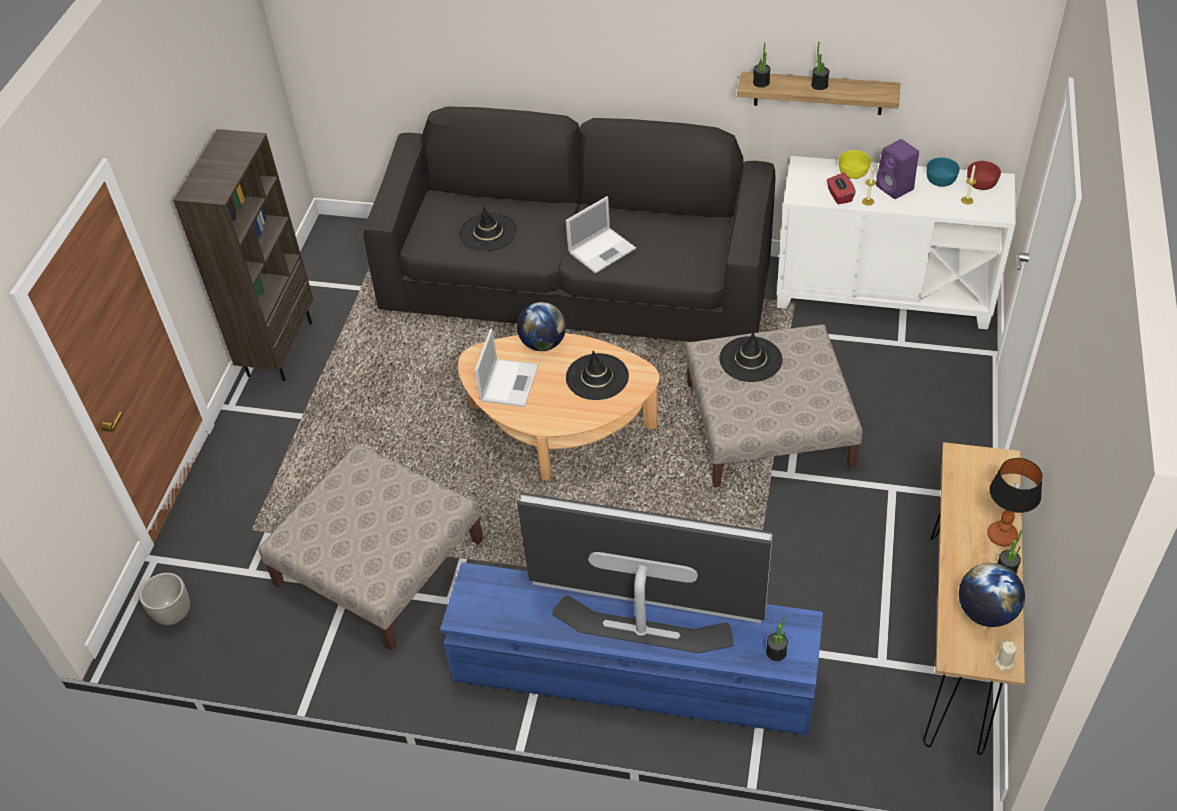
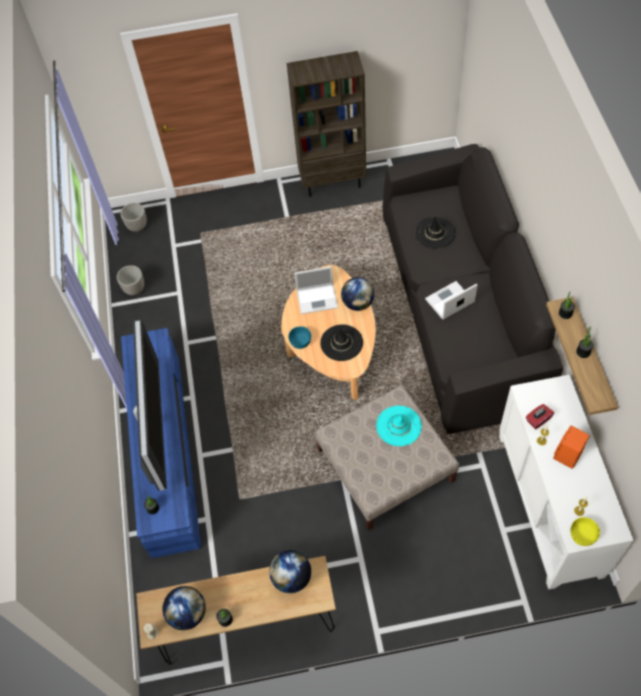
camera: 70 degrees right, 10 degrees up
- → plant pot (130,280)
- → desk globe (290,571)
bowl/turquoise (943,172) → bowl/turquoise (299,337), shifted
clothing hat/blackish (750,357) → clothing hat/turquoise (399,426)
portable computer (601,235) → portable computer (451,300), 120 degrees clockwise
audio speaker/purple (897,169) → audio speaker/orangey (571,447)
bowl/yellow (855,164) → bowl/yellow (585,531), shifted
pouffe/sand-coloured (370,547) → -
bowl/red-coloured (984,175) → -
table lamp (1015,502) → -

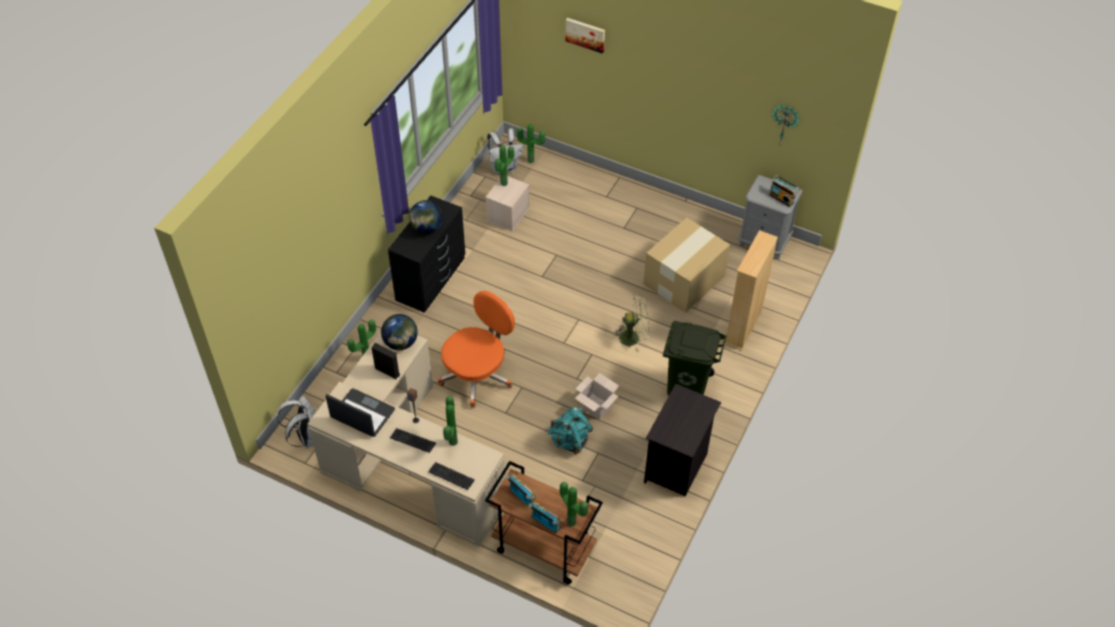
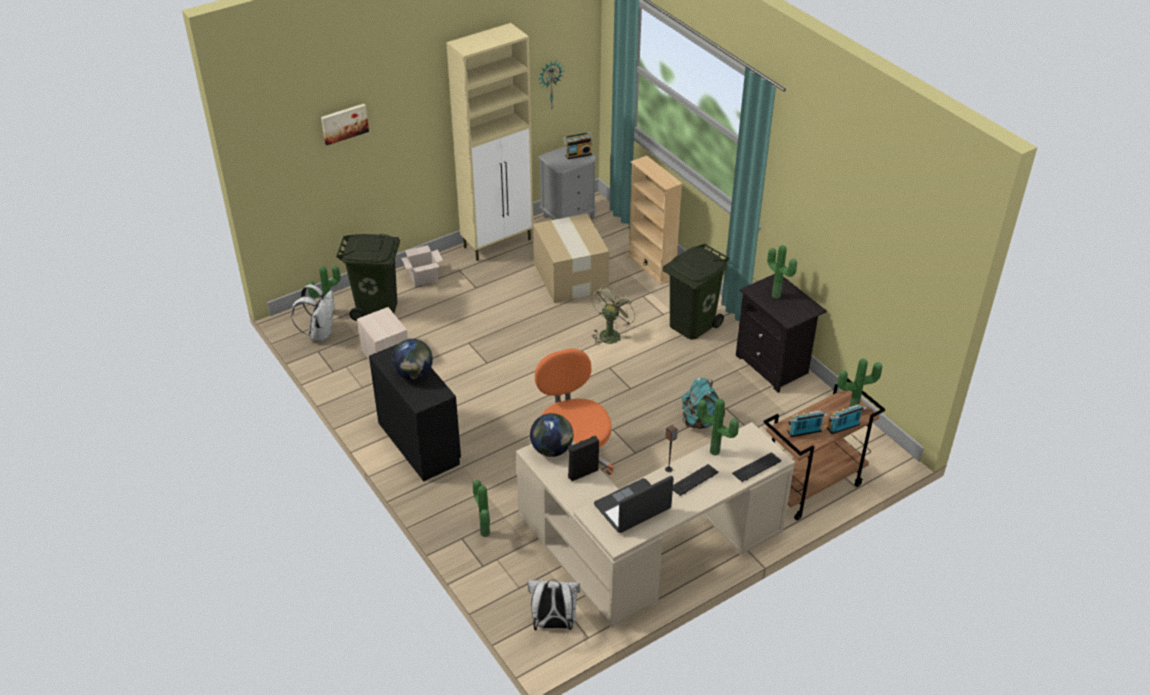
camera: 60 degrees left, 10 degrees down
- → rubbish bin/greenish (368,277)
packing box (597,396) → packing box (422,266), shifted
- → cupboard/sand-coloured (489,142)
plant in a pot (504,166) → plant in a pot (782,272), shifted

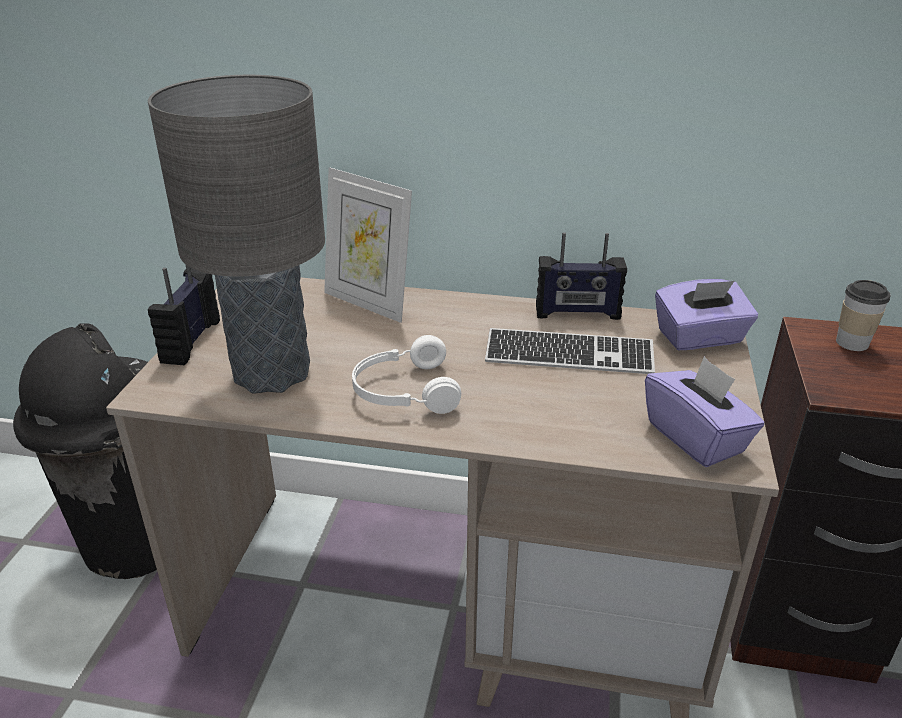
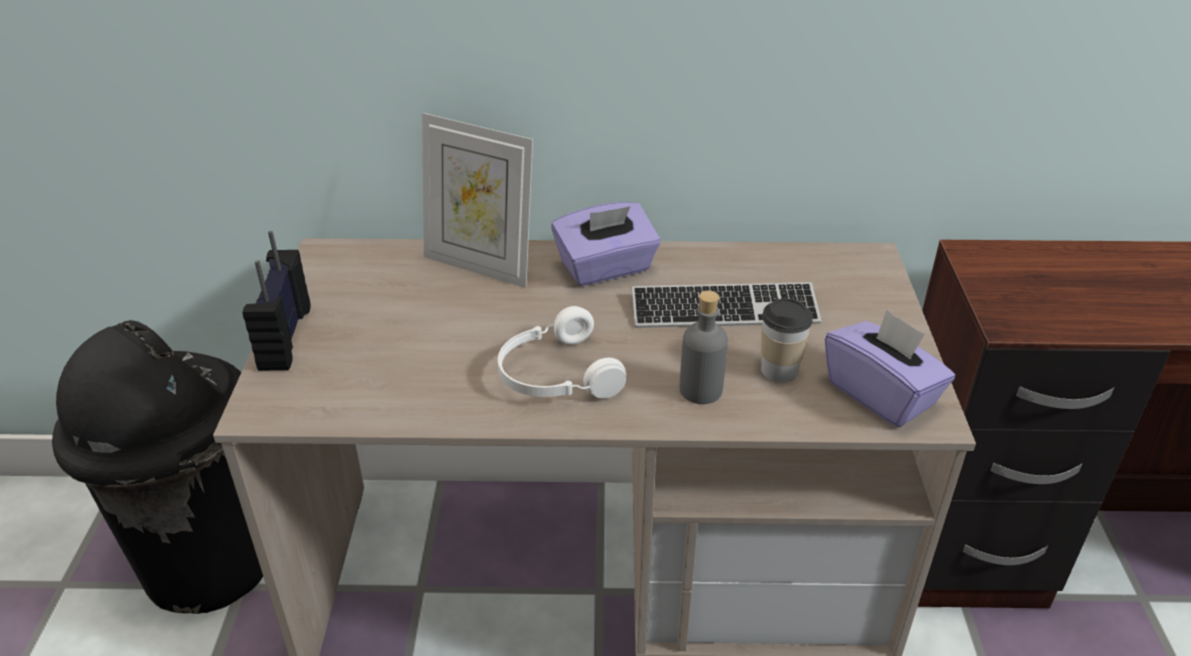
camera: 10 degrees left, 5 degrees up
tissue holder/purple (706,314) → tissue holder/purple (606,244), shifted
- → bottle/greyish (704,347)
small cup (863,315) → small cup (787,340), shifted
table lamp/greyish (236,234) → -
radio receiver (581,276) → -

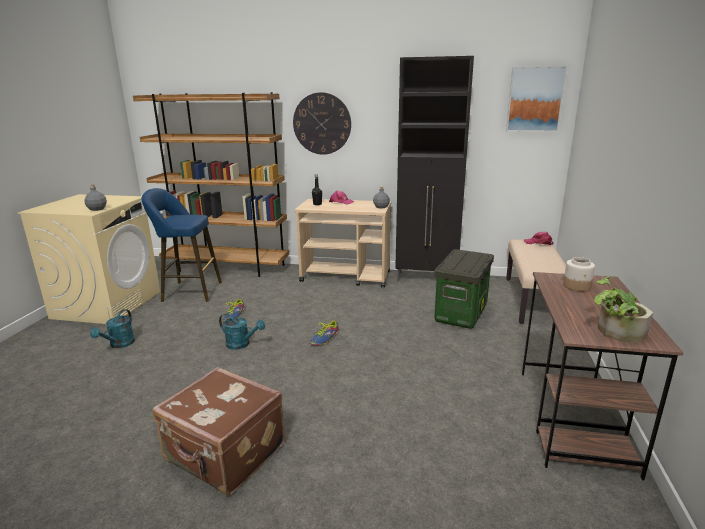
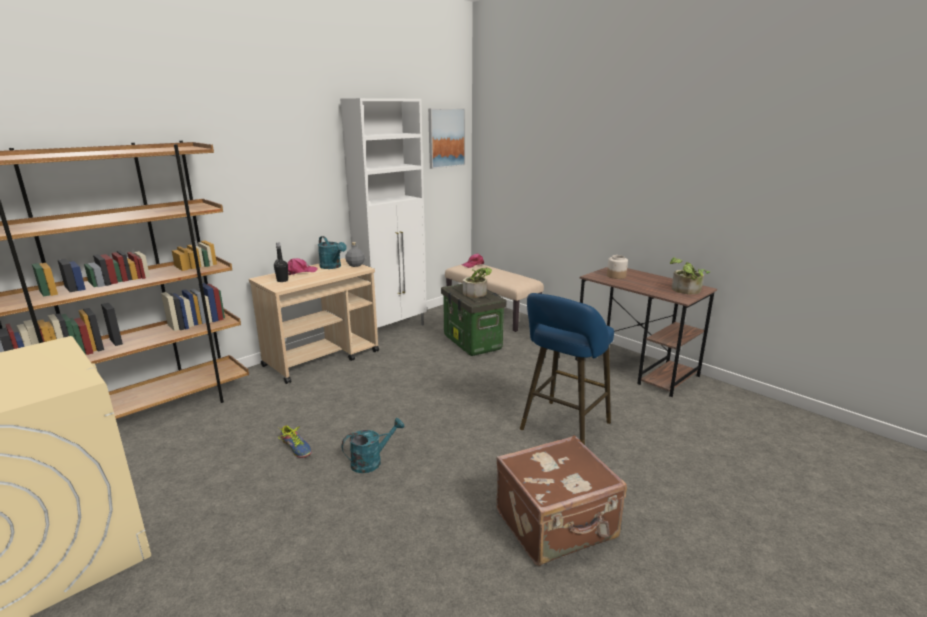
camera: 55 degrees left, 0 degrees up
watering can/turquoise (112,328) → watering can/turquoise (332,252), shifted
cupboard/blackish (434,168) → cupboard/white-coloured (383,213)
- → plant in a pot (477,282)
sitting stool/blue (182,245) → sitting stool/blue (567,369), shifted
bottle/greyish (95,198) → -
wall clock (322,123) → -
shoe (324,332) → -

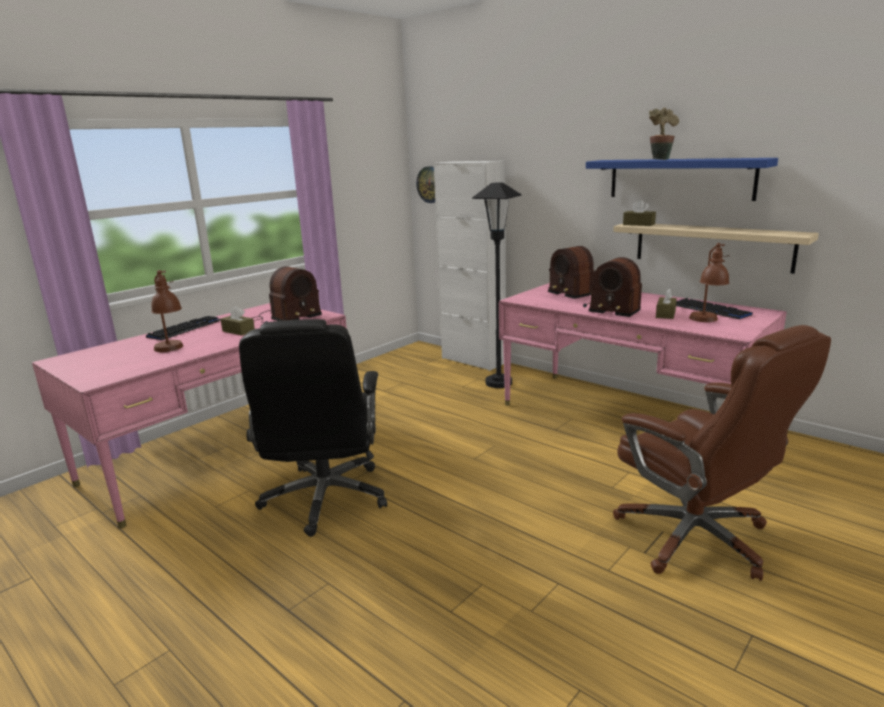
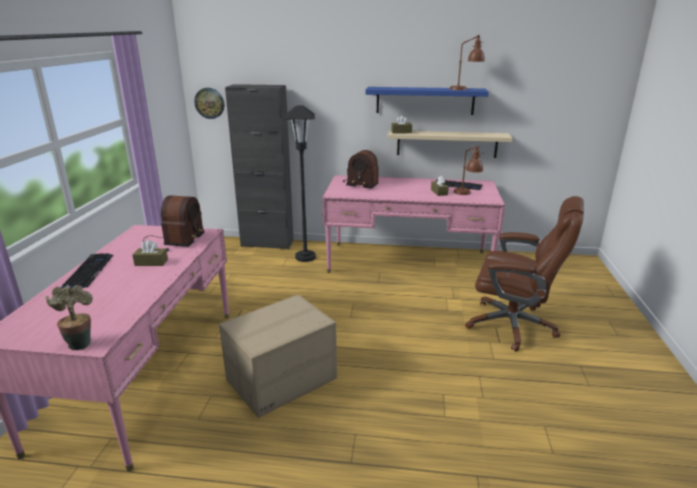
camera: 35 degrees left, 5 degrees up
plant in a pot (664,133) → plant in a pot (69,317), shifted
desk chair/blackish (313,428) → packing box (278,356)
cupboard/white-coloured (470,266) → cupboard/blackish (259,166)
table lamp/brown-coloured (167,311) → table lamp/brown-coloured (467,62), shifted
radio receiver (612,287) → -

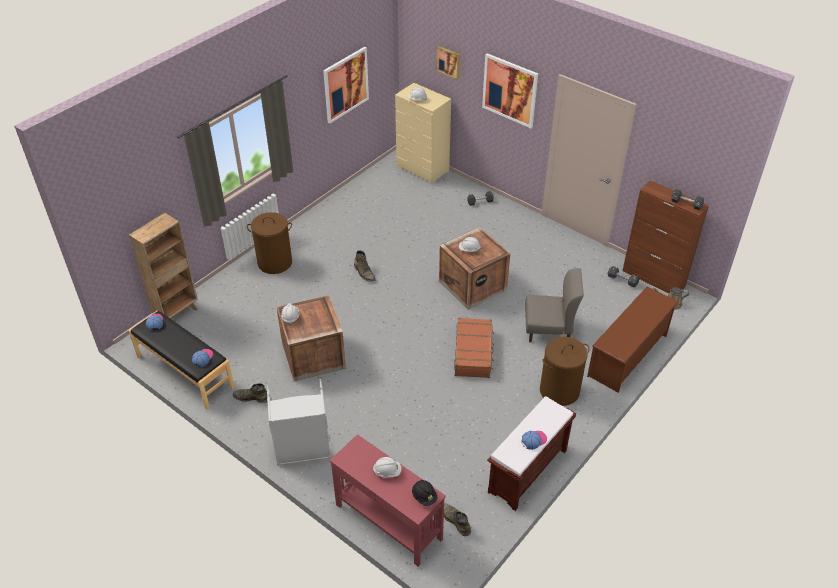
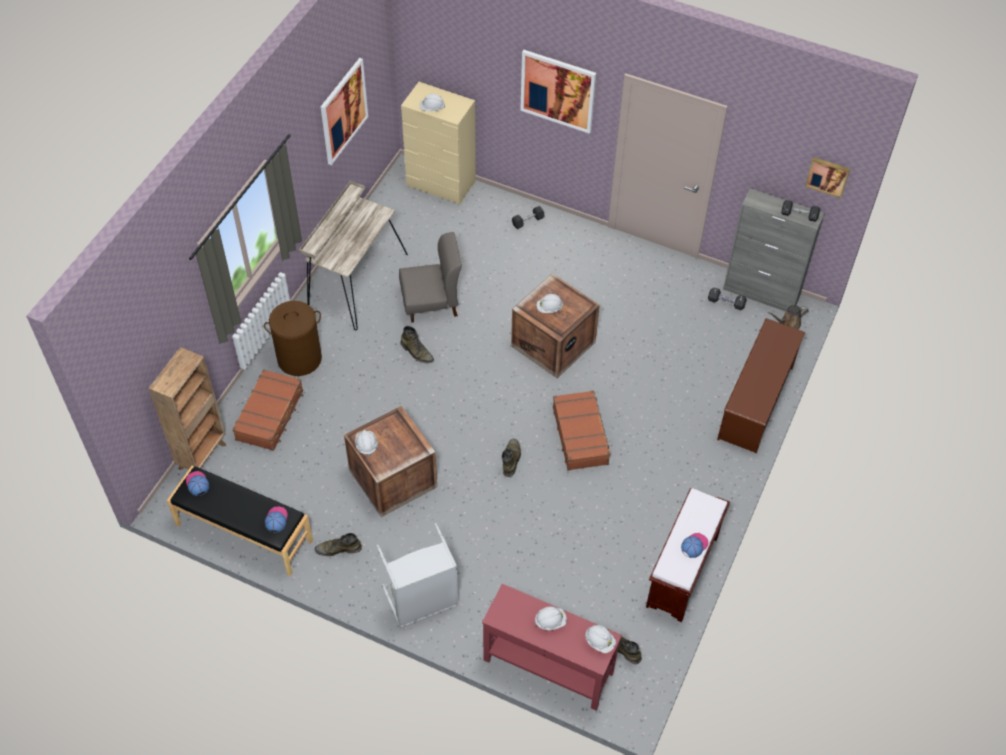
camera: 15 degrees left, 10 degrees up
- → piece of luggage/brown-coloured (267,410)
- → desk/sand-coloured (353,255)
chair/greyish (554,305) → chair/greyish (430,277), shifted
- → boot/greenish (511,458)
hard hat/blackish (425,493) → hard hat/white-coloured (600,639)
cupboard/brown-coloured (666,237) → cupboard/greyish (774,250)
picture (448,63) → picture (827,177), shifted
washing basket/brown-coloured (564,371) → -

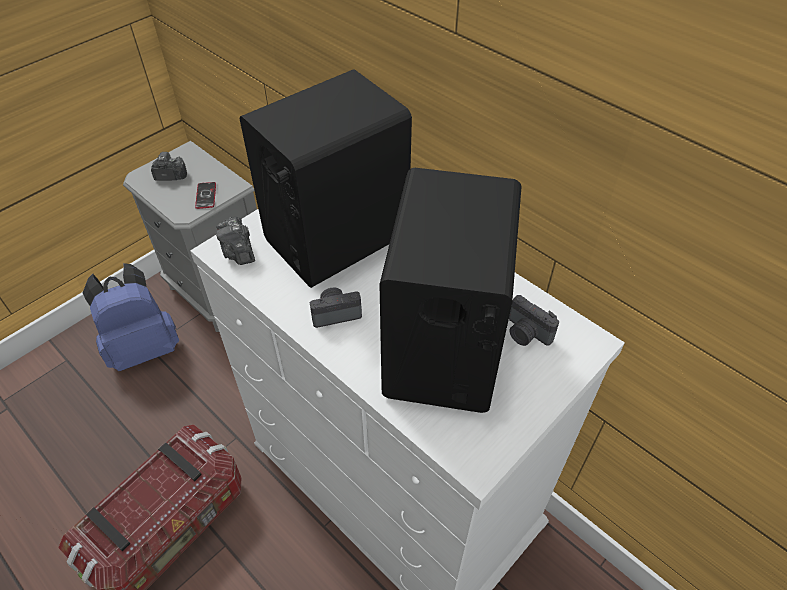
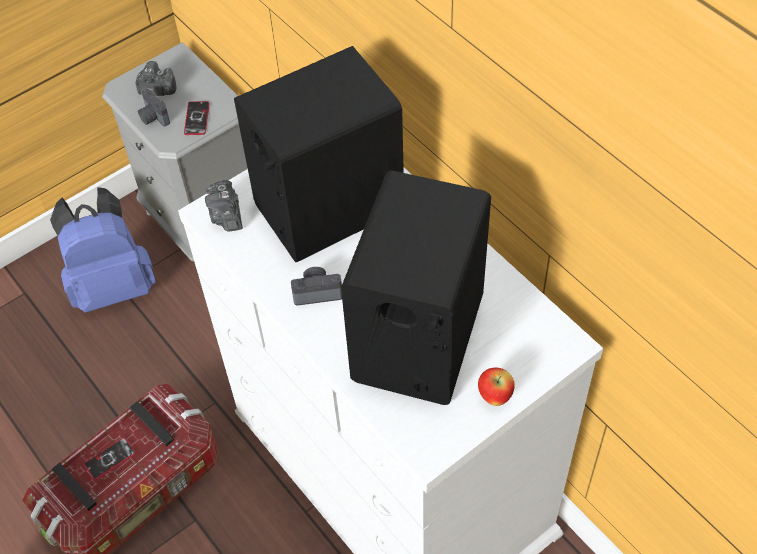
camera: 10 degrees right, 5 degrees up
- → handset (110,459)
still camera (534,320) → still camera (154,107), shifted
- → whole apple (496,387)

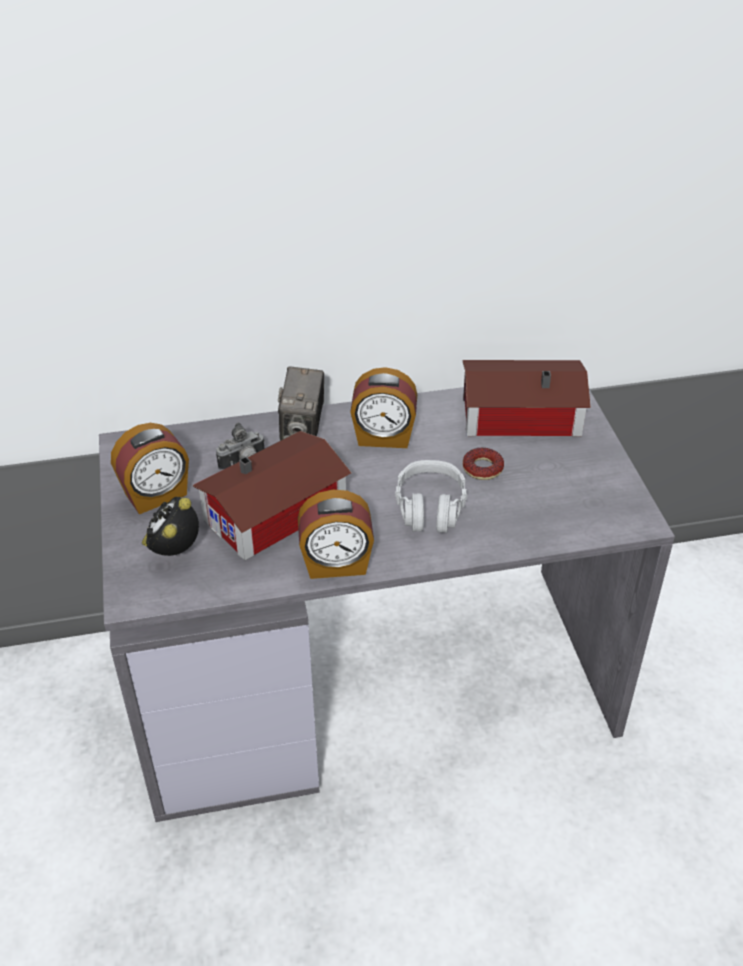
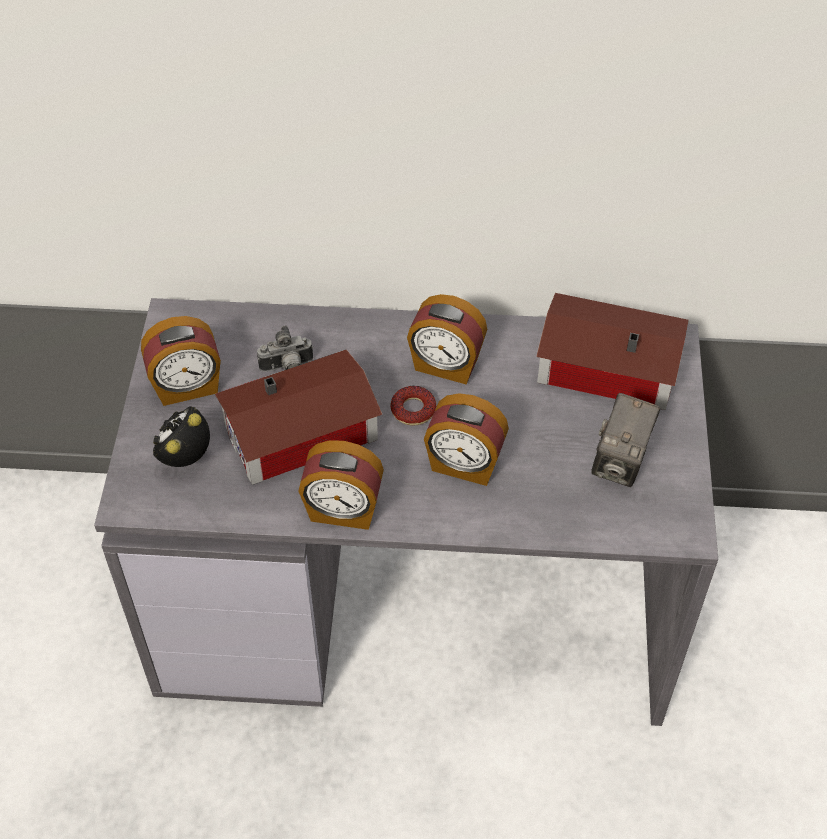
camera: 15 degrees right, 10 degrees up
ring doughnut (483,463) → ring doughnut (413,406), shifted
pair of headphones/greyish (431,496) → alarm clock (466,439)
still camera (301,404) → still camera (625,440), shifted

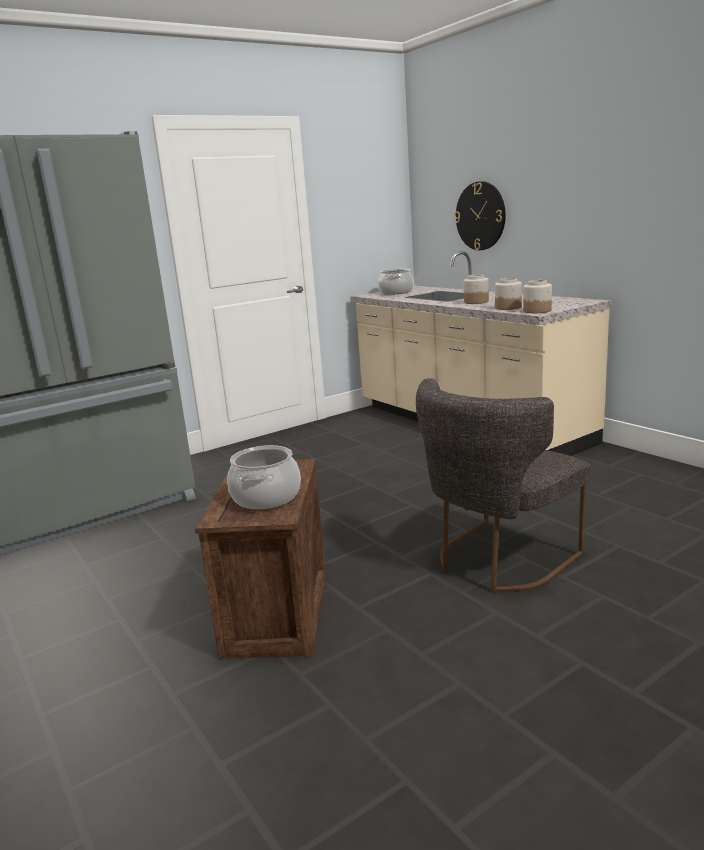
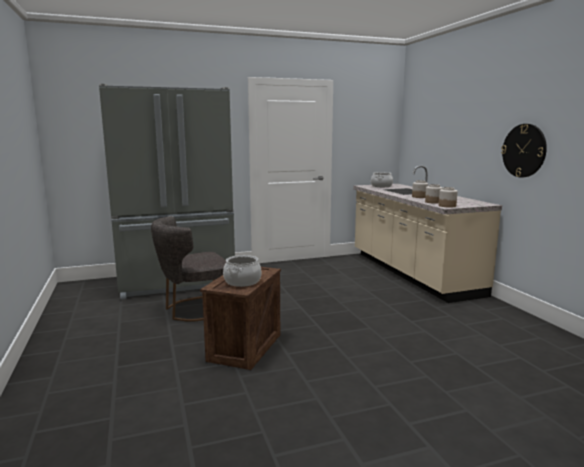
camera: 15 degrees right, 5 degrees down
chair/greyish (503,485) → chair/greyish (188,269), shifted
wall clock (480,215) → wall clock (524,150), shifted

